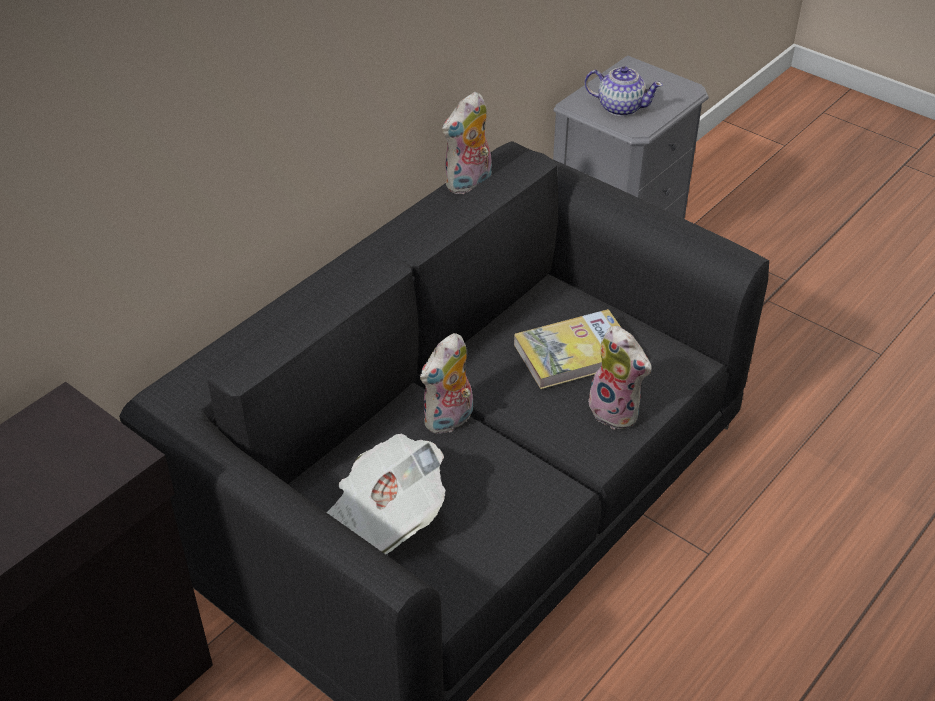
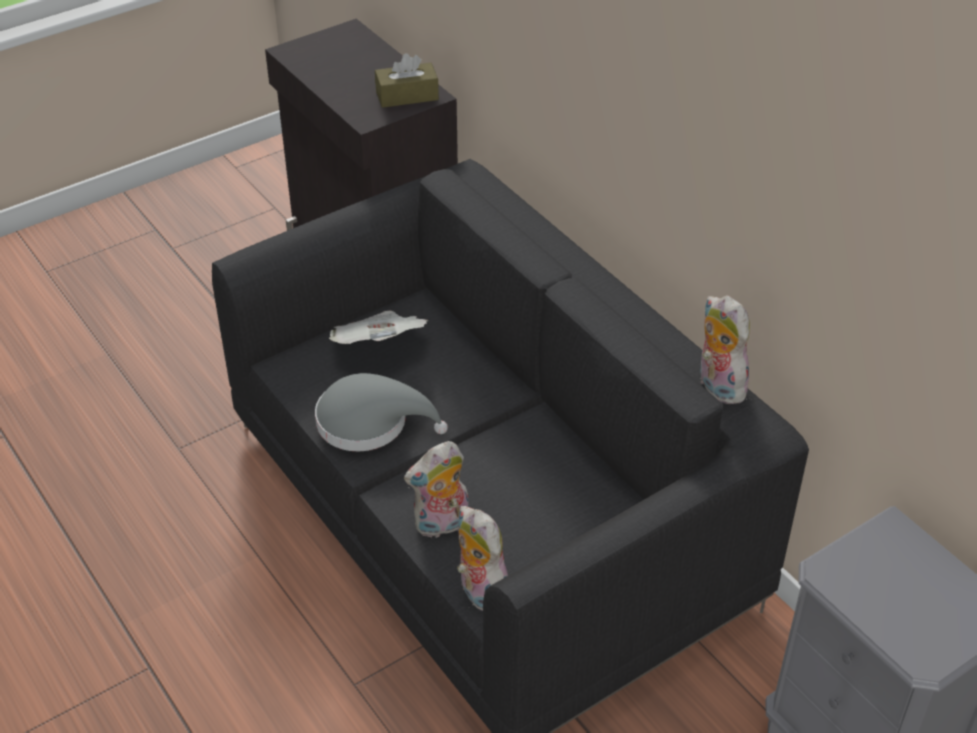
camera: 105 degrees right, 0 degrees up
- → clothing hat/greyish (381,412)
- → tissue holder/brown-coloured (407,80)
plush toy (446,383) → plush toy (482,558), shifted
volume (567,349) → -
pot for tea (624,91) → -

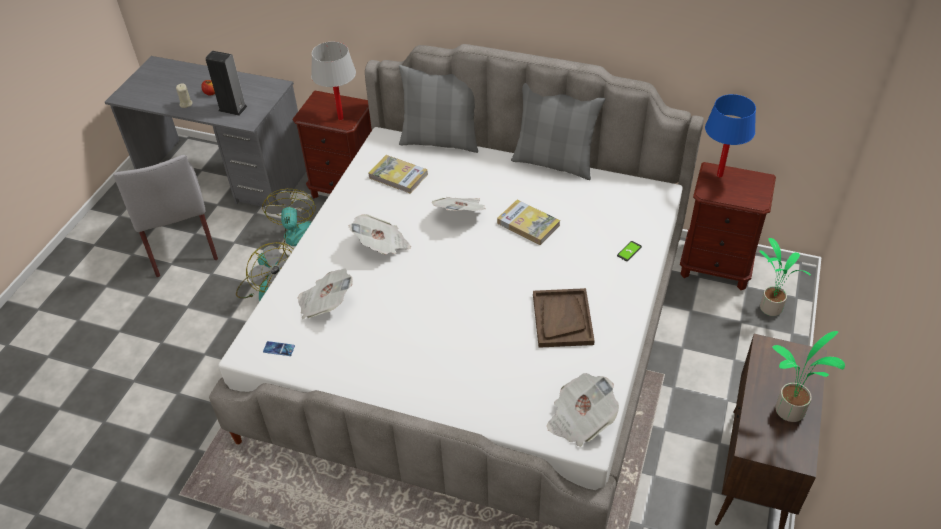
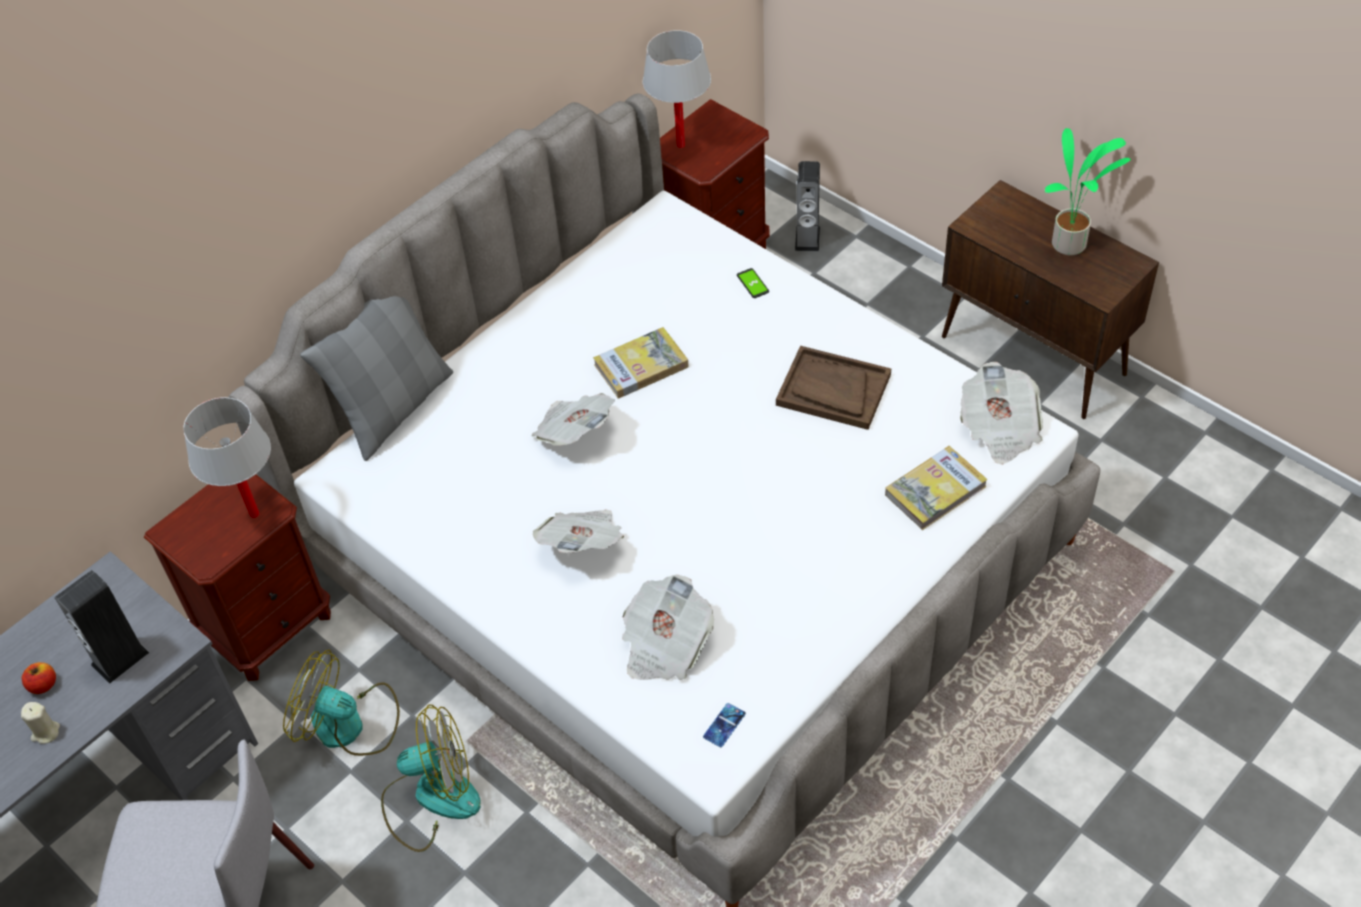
camera: 65 degrees left, 5 degrees up
table lamp/blue (730,136) → table lamp/white-coloured (676,89)
plant in a pot (785,277) → audio speaker (807,206)
volume (398,174) → volume (936,488), shifted
cushion/greyish (558,131) → -

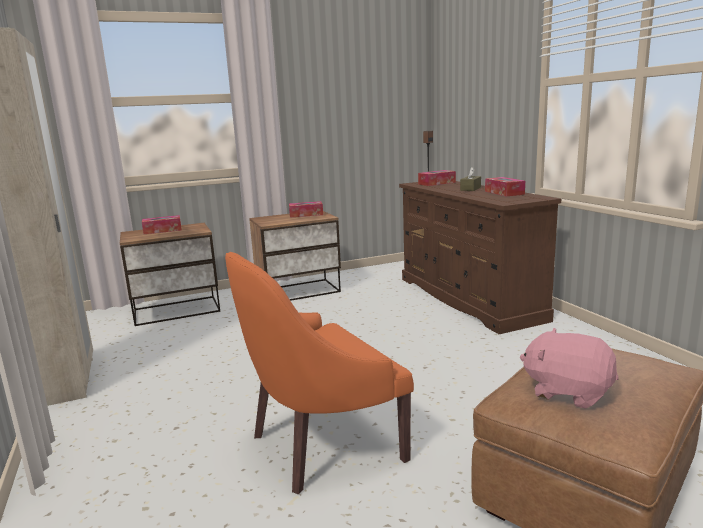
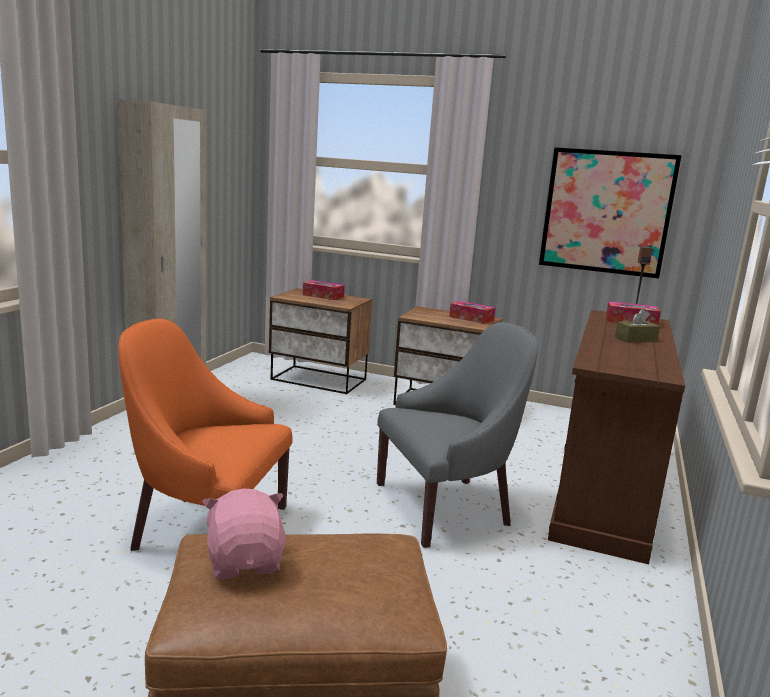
camera: 40 degrees right, 0 degrees up
- → lounge chair/greyish (457,435)
- → picture (610,213)
tissue holder (505,186) → -

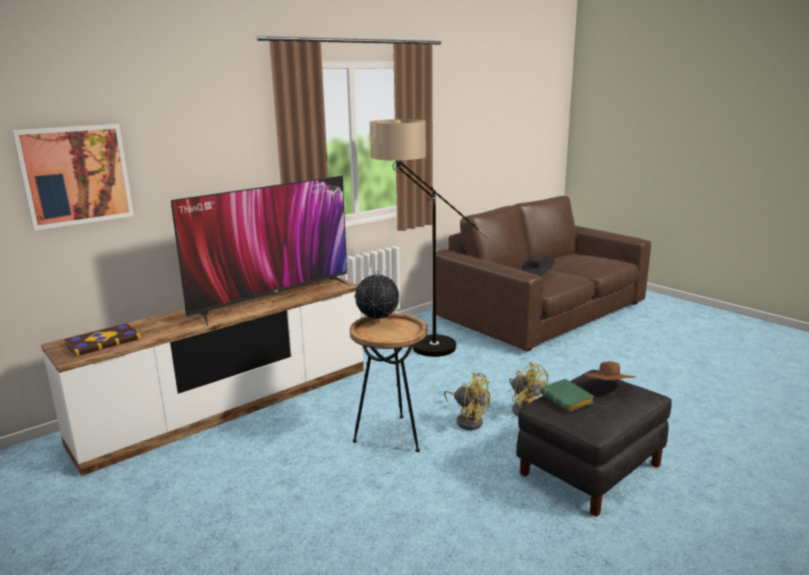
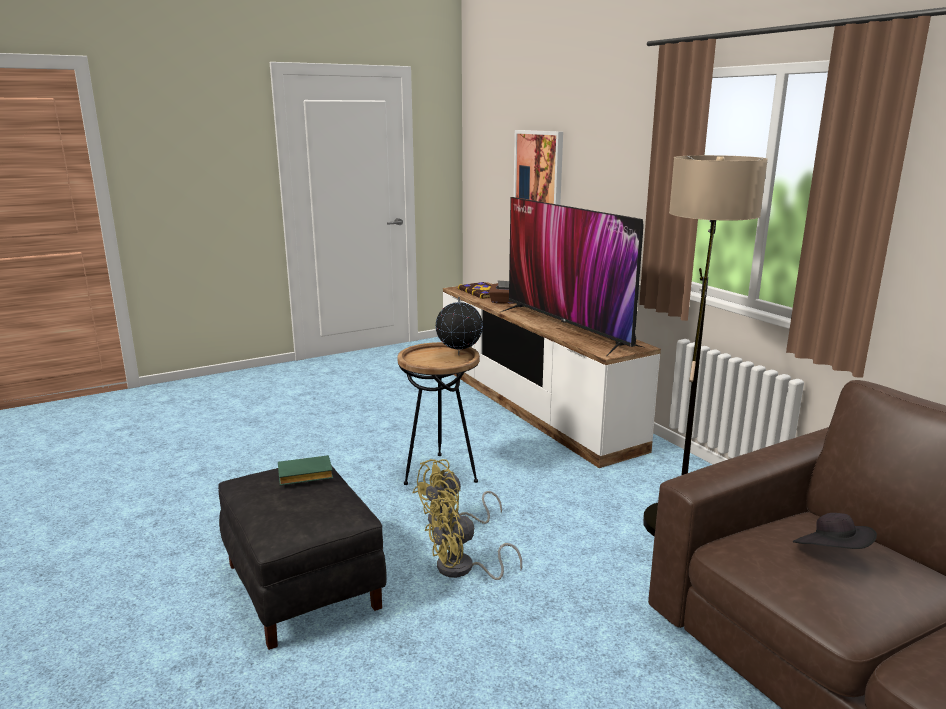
camera: 100 degrees right, 0 degrees up
- → tissue holder/brown-coloured (501,292)
clothing hat/brown-coloured (609,370) → -

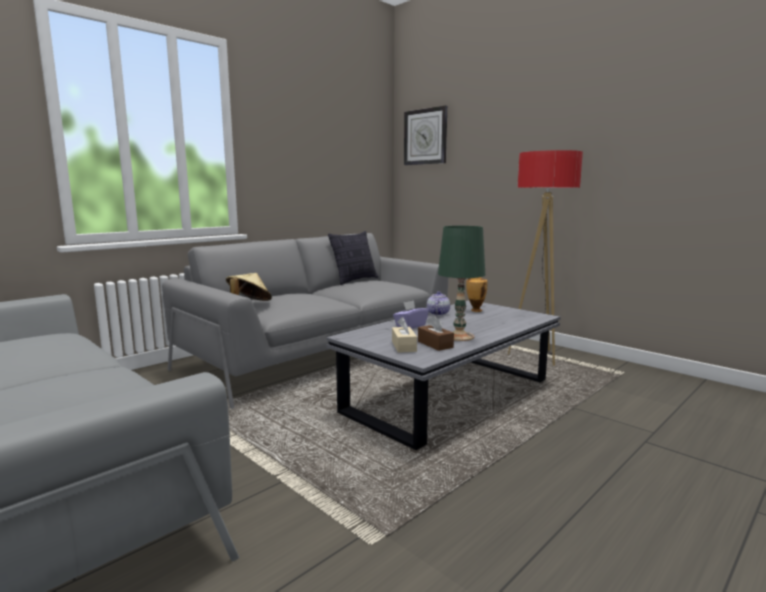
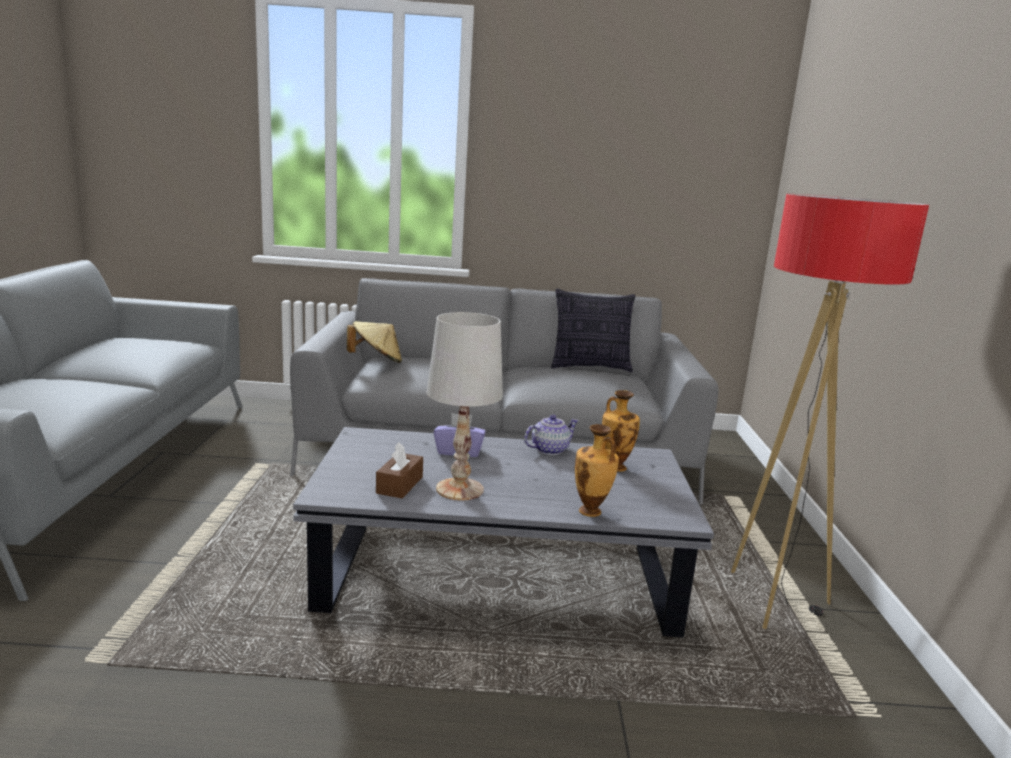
camera: 45 degrees right, 5 degrees up
table lamp/greenish (461,283) → table lamp/white-coloured (465,406)
- → decorative vase (597,470)
tissue holder/sand-coloured (404,335) → -
wall clock (425,135) → -

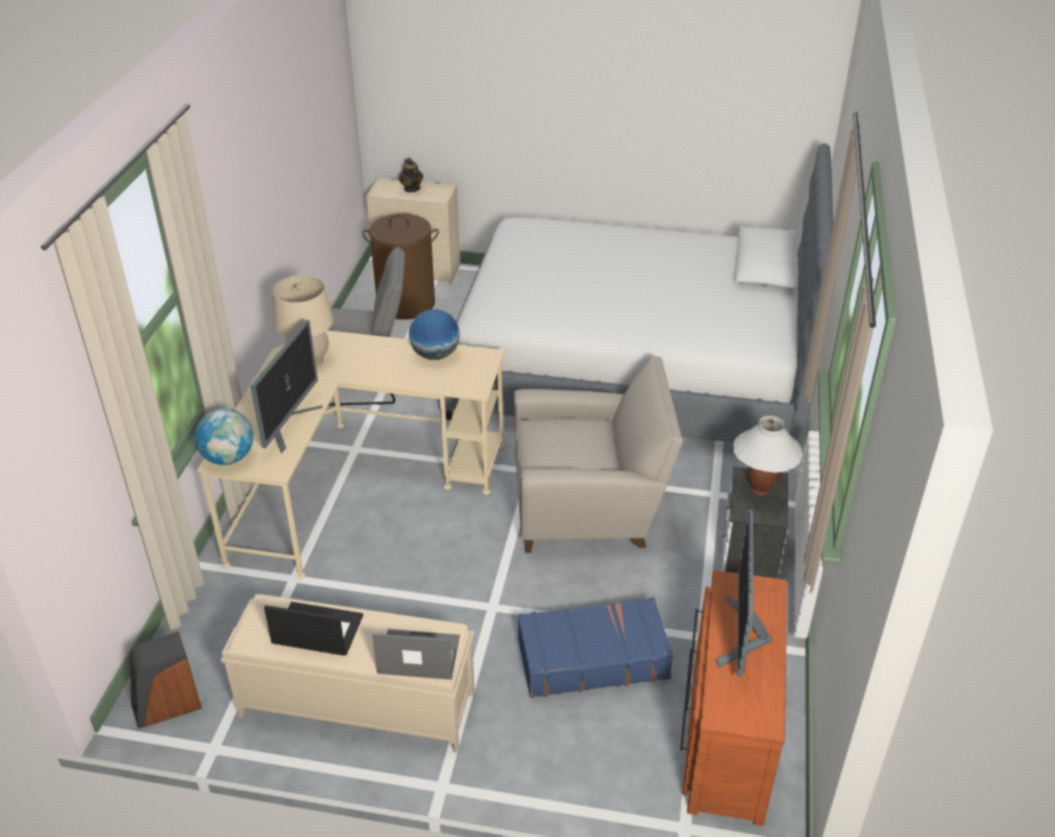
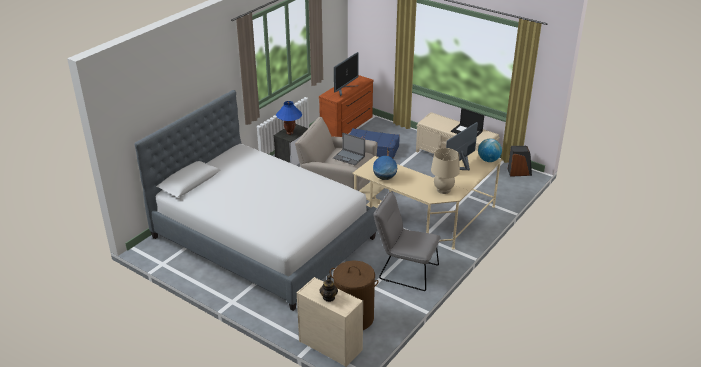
camera: 155 degrees left, 5 degrees down
table lamp/white-coloured (768,456) → table lamp/blue (289,118)
portable computer (416,654) → portable computer (349,149), shifted

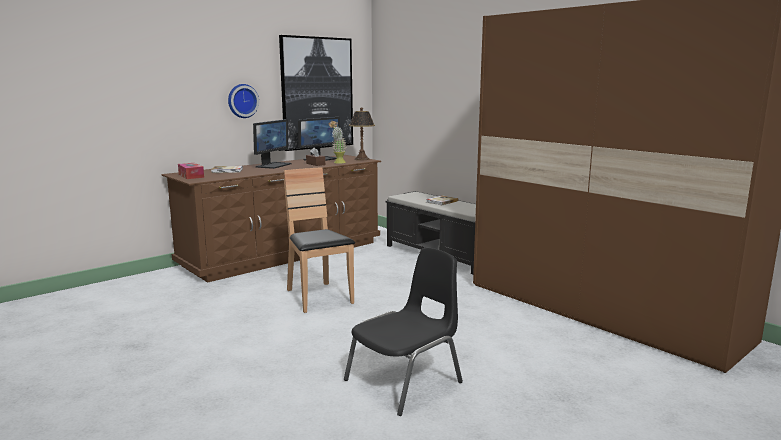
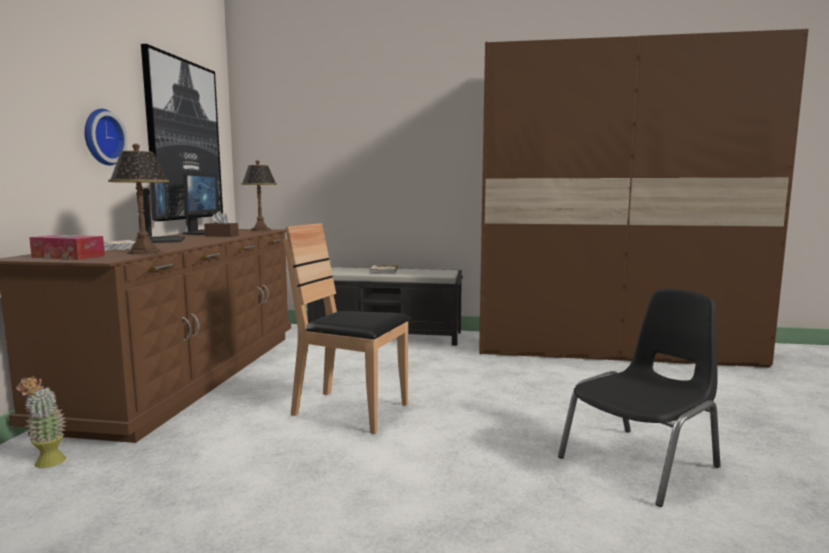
camera: 40 degrees left, 5 degrees down
plant in a pot (337,142) → plant in a pot (41,421), shifted
- → table lamp (138,199)
chair/blackish (403,332) → chair/blackish (639,398), 45 degrees clockwise

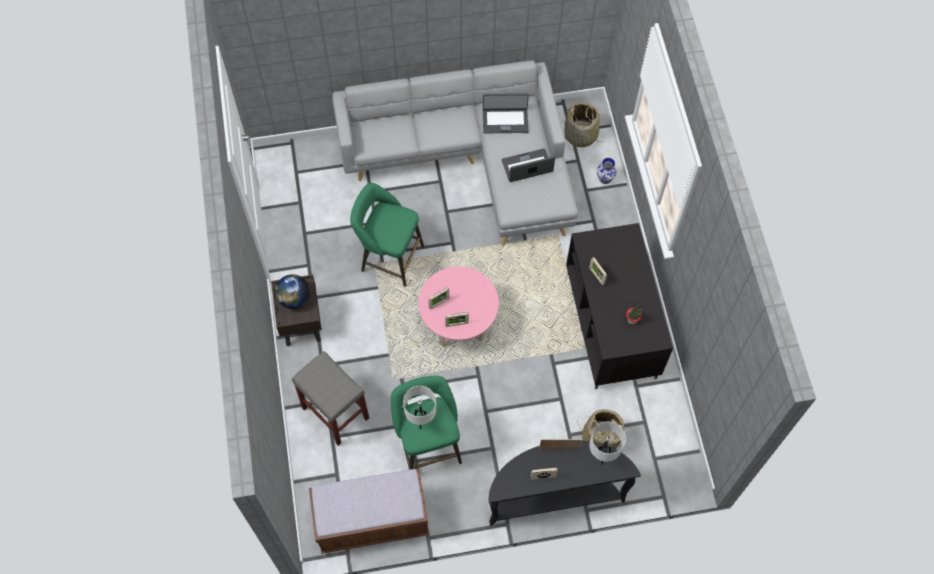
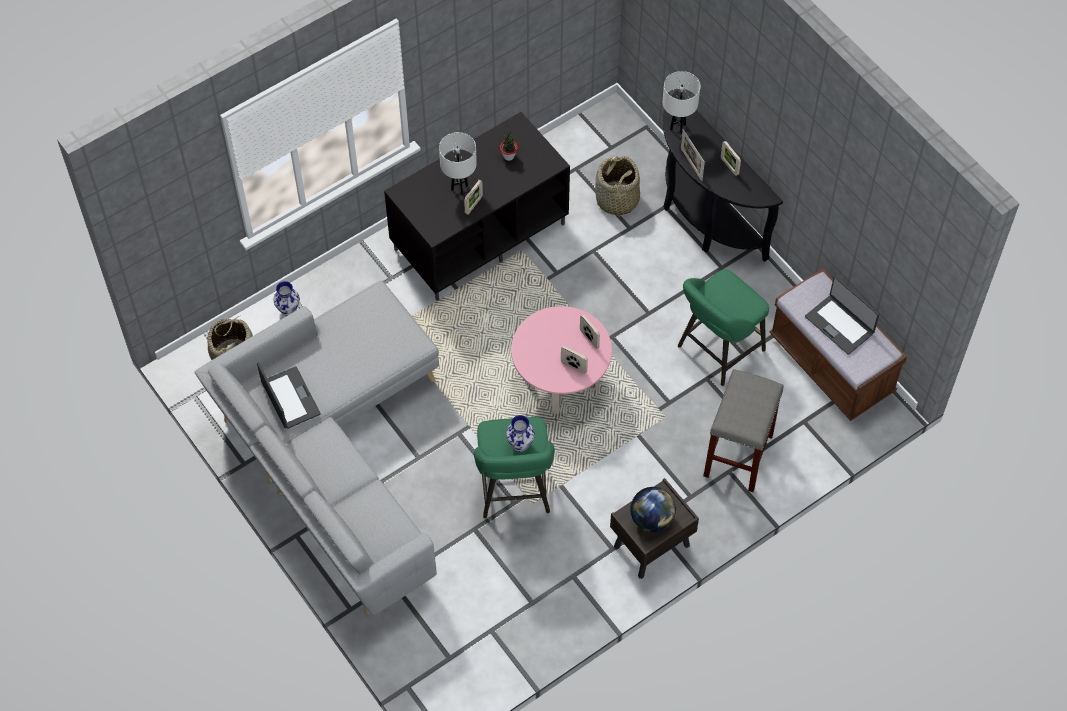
camera: 115 degrees left, 5 degrees down
table lamp/white-coloured (419,407) → table lamp/white-coloured (458,163), shifted
- → decorative vase (520,433)
portable computer (528,165) → portable computer (842,315), shifted

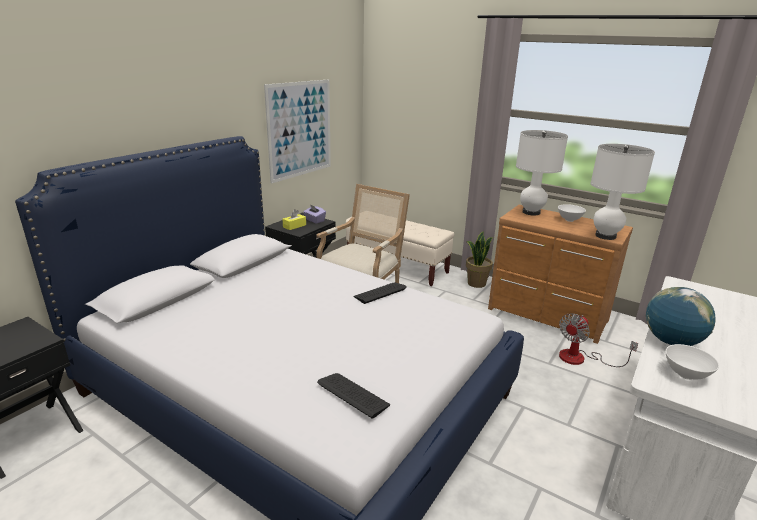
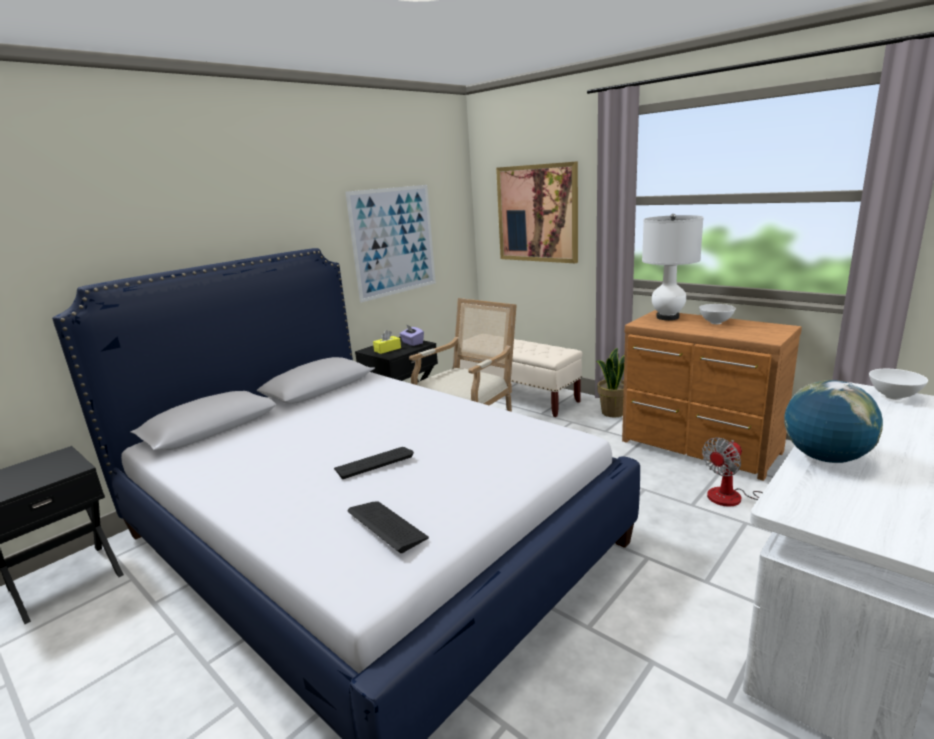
camera: 10 degrees right, 5 degrees down
keyboard (380,293) → keyboard (374,463), shifted
- → picture (537,212)
bowl/white-coloured (692,362) → bowl/white-coloured (898,384), shifted
table lamp/white-coloured (623,192) → -

